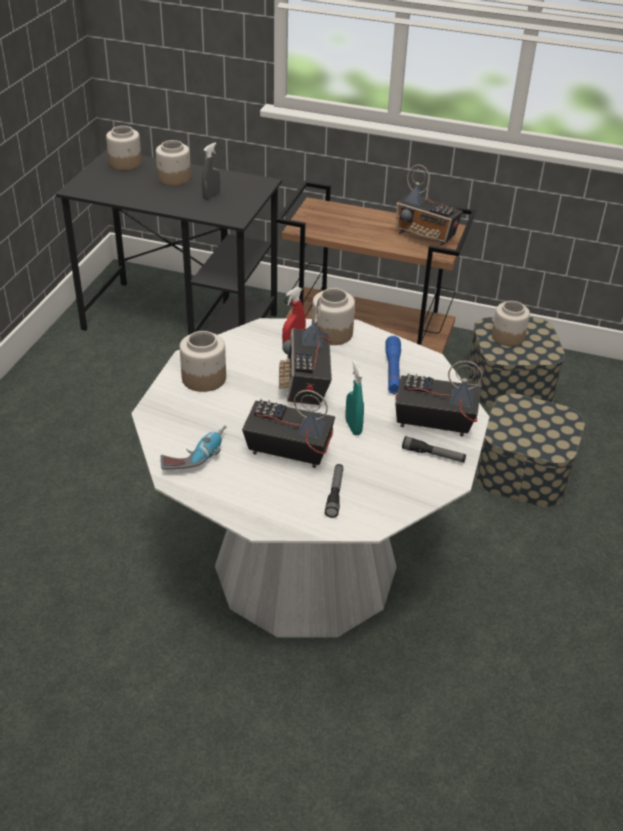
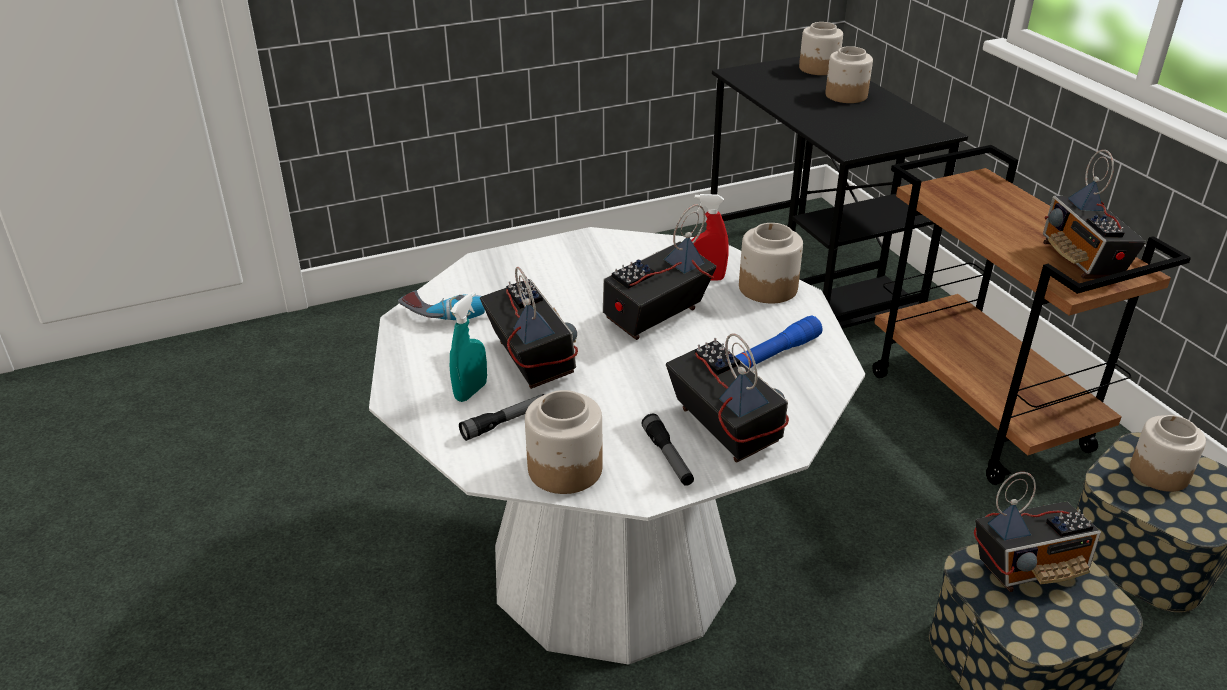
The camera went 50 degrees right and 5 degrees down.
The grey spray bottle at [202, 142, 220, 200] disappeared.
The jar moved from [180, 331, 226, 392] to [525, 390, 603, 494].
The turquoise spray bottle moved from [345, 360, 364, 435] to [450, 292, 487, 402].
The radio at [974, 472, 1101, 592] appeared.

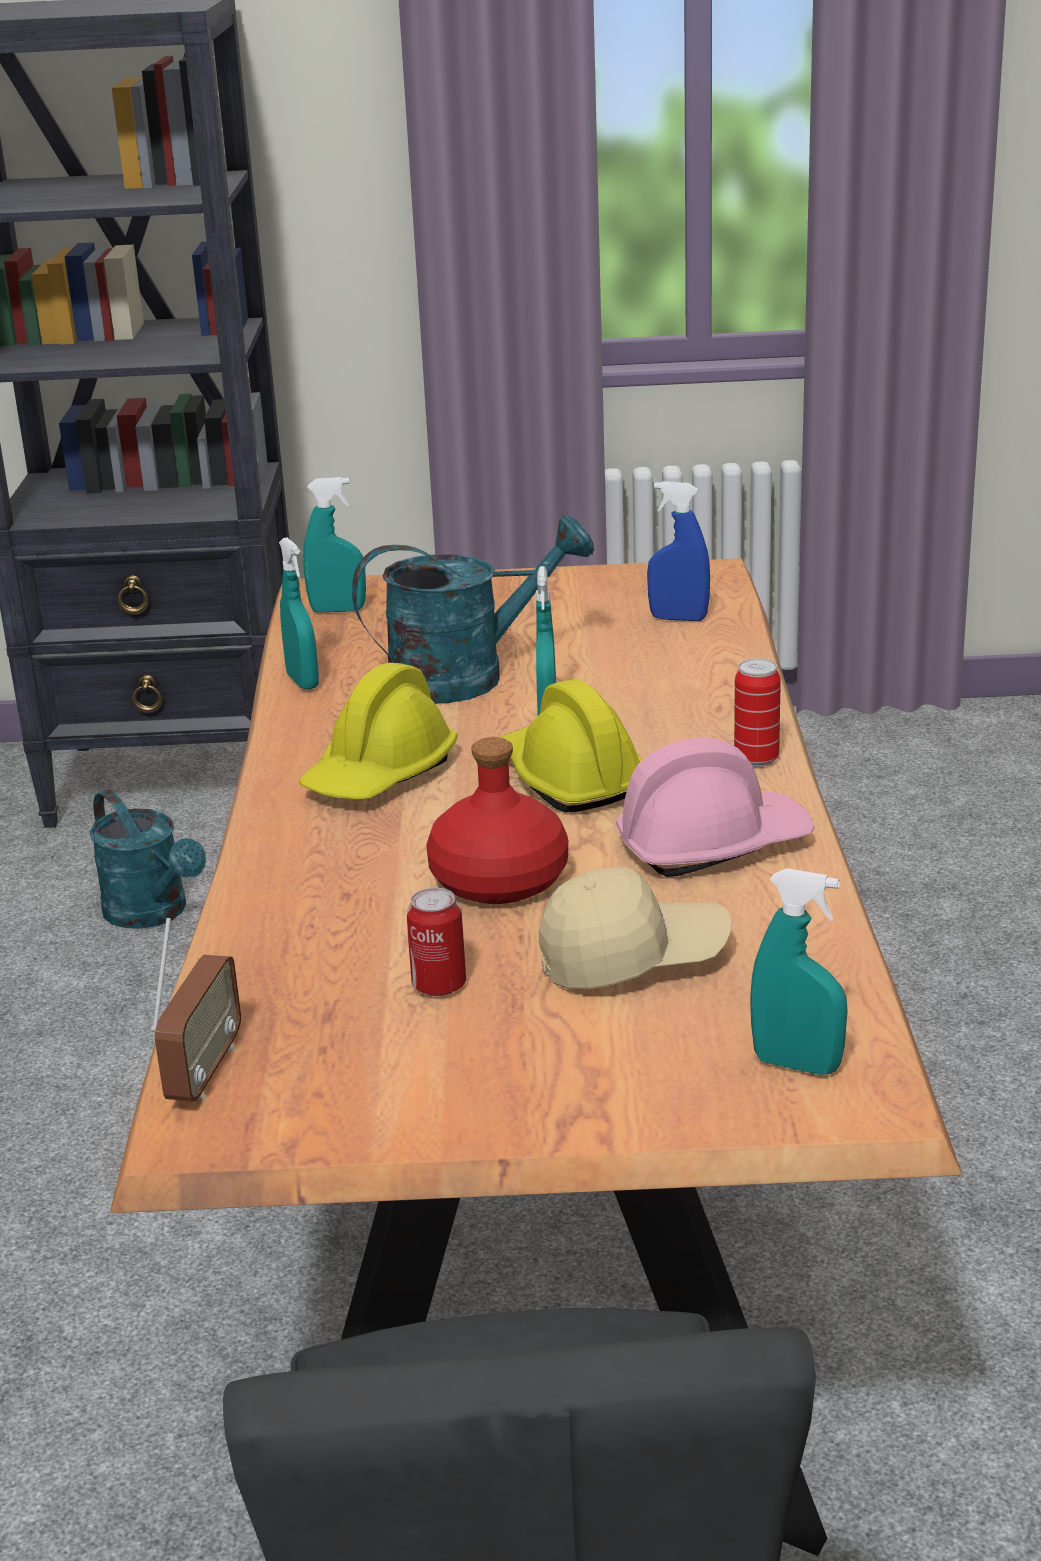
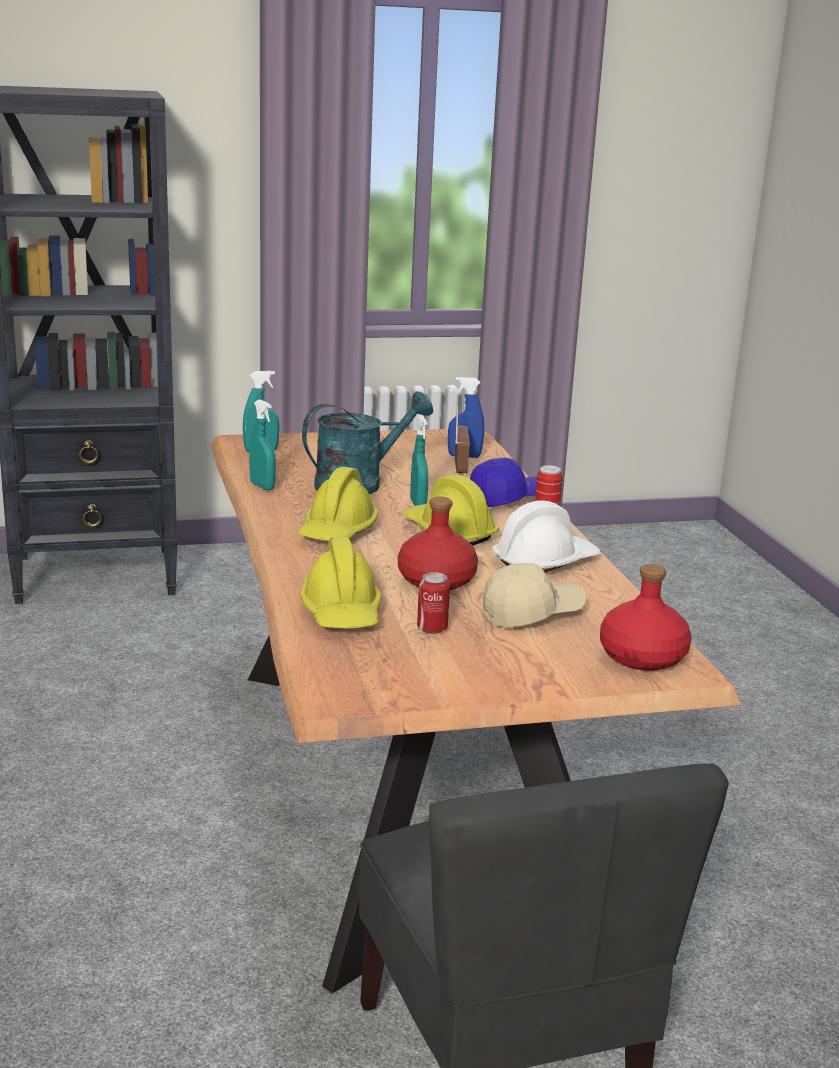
The camera went 15 degrees left and 5 degrees down.
The pink hard hat at [616, 737, 815, 877] became the white hard hat at [492, 500, 600, 573].
The turquoise watering can at [90, 790, 206, 929] disappeared.
The turquoise spray bottle at [750, 868, 848, 1075] was replaced by the red bottle at [600, 564, 692, 671].
The radio moved from [151, 918, 241, 1101] to [454, 403, 469, 476].
The blue cap at [470, 458, 537, 507] appeared.
The yellow hard hat at [300, 537, 381, 629] appeared.

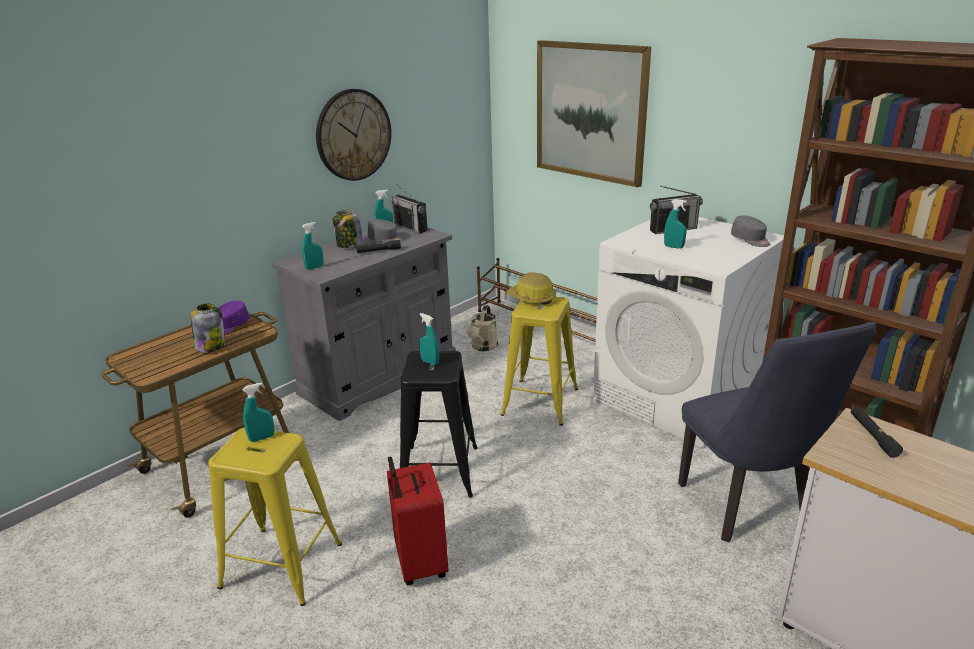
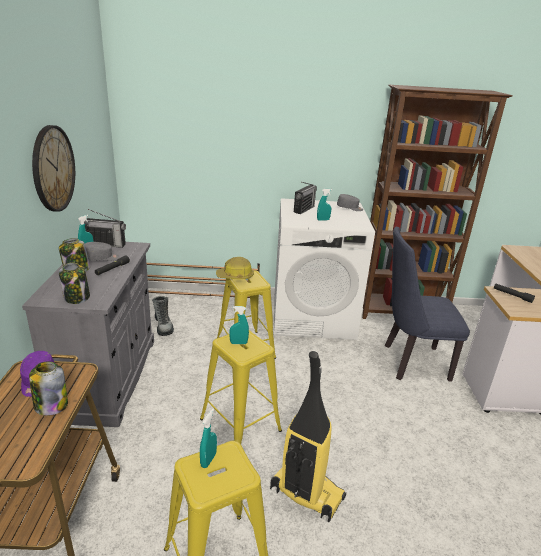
The camera went 45 degrees left and 0 degrees up.
The picture at [537, 40, 651, 187] disappeared.
The turquoise spray bottle at [302, 222, 324, 270] was replaced by the jar at [59, 262, 90, 304].
The beige watering can at [467, 305, 498, 351] was replaced by the boot at [152, 296, 174, 336].
The blue chair at [678, 322, 876, 542] turned 150 degrees clockwise.
The black stool at [400, 351, 478, 498] became the yellow stool at [200, 330, 282, 444].
The red suitcase at [387, 456, 449, 585] was replaced by the vacuum cleaner at [270, 351, 346, 522].

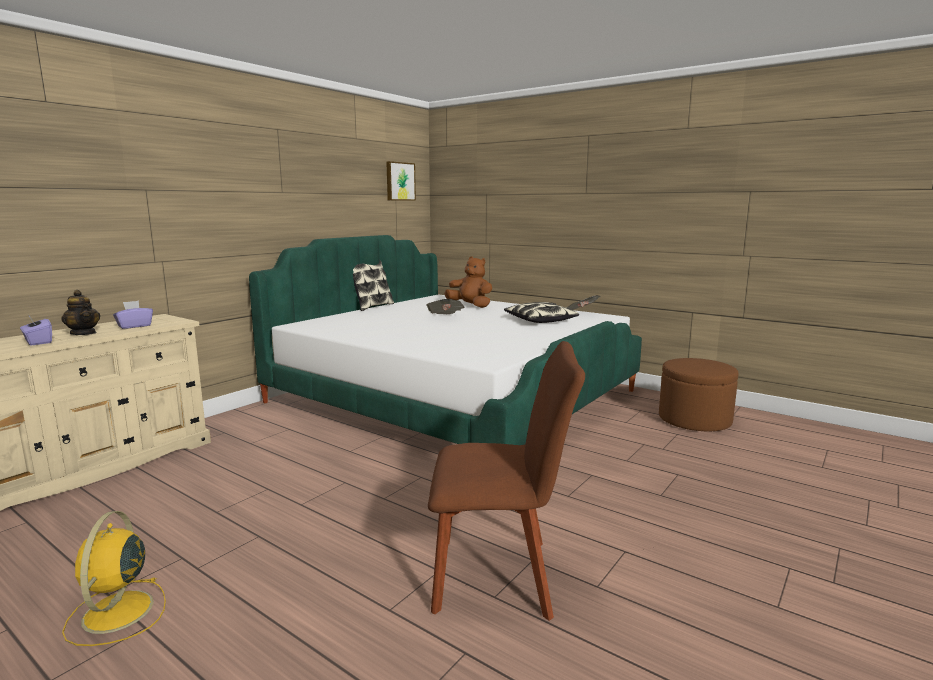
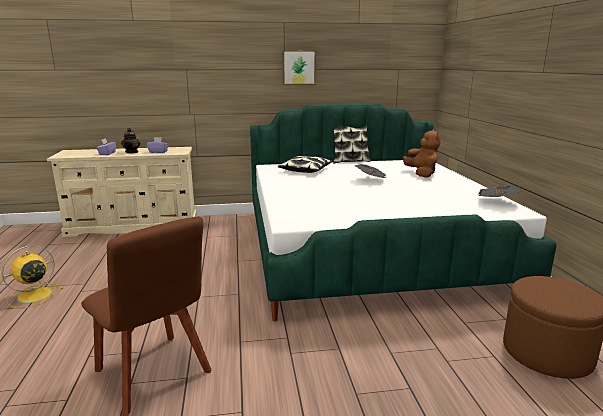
The camera went 45 degrees right and 5 degrees up.
The picture moved from [386, 161, 416, 201] to [282, 50, 316, 85].
The pillow moved from [504, 302, 579, 323] to [278, 156, 332, 173].

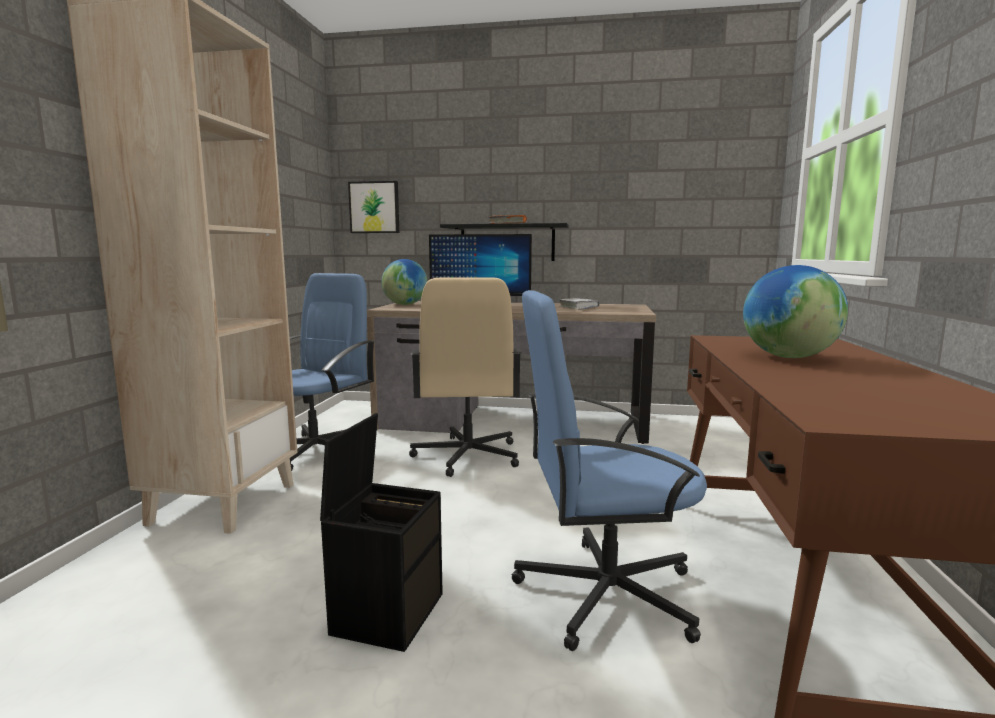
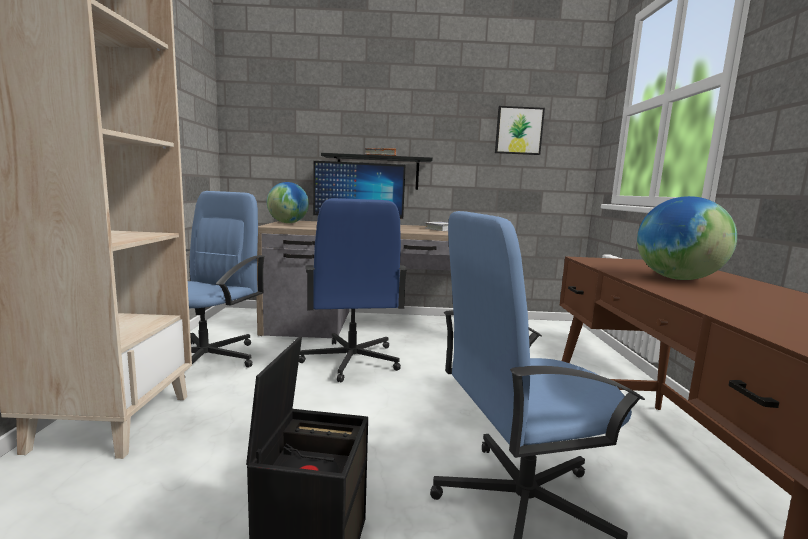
The camera went 10 degrees left and 0 degrees up.
The picture moved from [348, 181, 399, 233] to [495, 106, 545, 155].
The beige office chair at [409, 277, 522, 477] became the blue office chair at [299, 198, 408, 382].

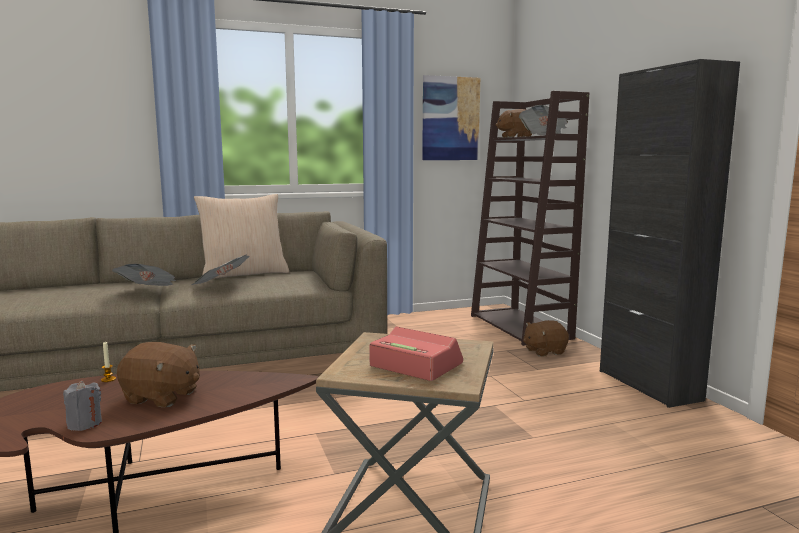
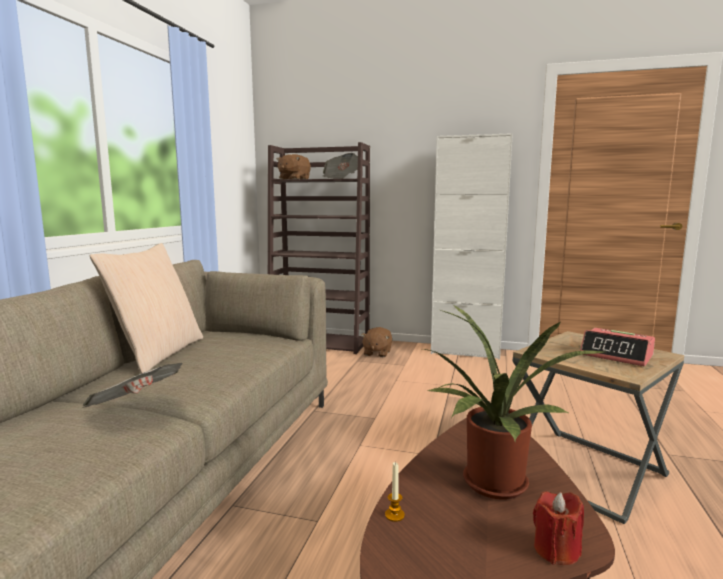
The camera went 55 degrees left and 0 degrees up.
The black cabinet at [600, 59, 740, 408] became the white cabinet at [431, 133, 513, 360].
The picture at [422, 75, 480, 160] disappeared.
The newspaper at [191, 254, 250, 285] disappeared.
The alarm clock at [369, 326, 463, 381] turned 120 degrees counterclockwise.
The brown plush toy at [117, 342, 200, 407] was replaced by the potted plant at [422, 304, 604, 500].
The grey candle at [63, 380, 102, 431] became the red candle at [533, 492, 584, 565].

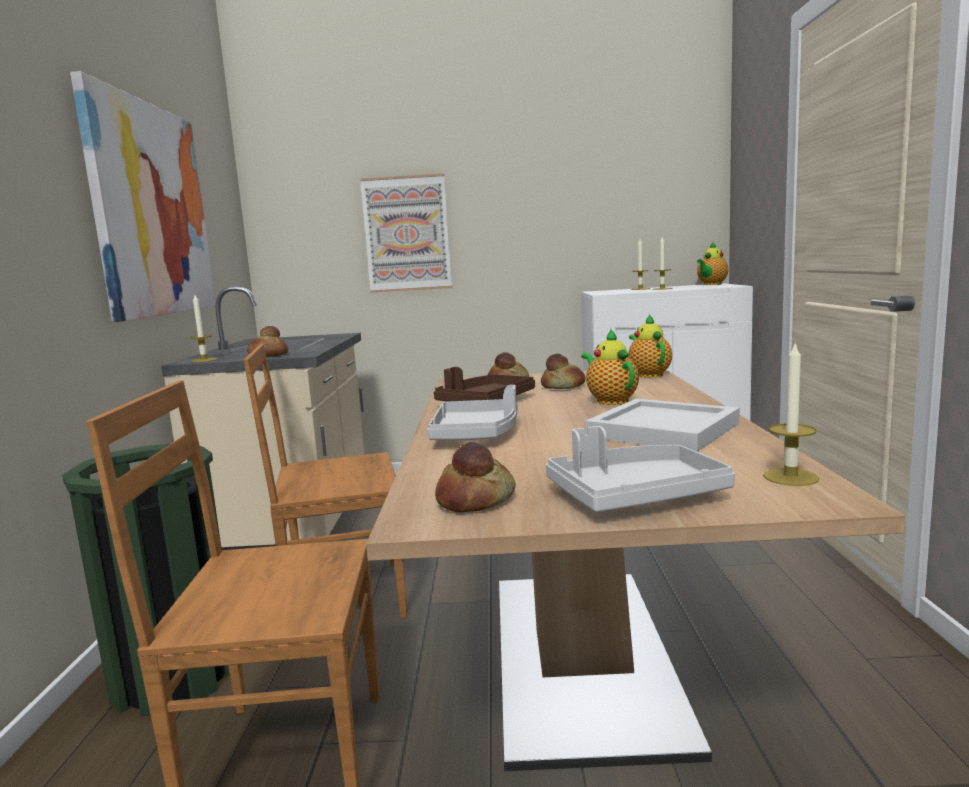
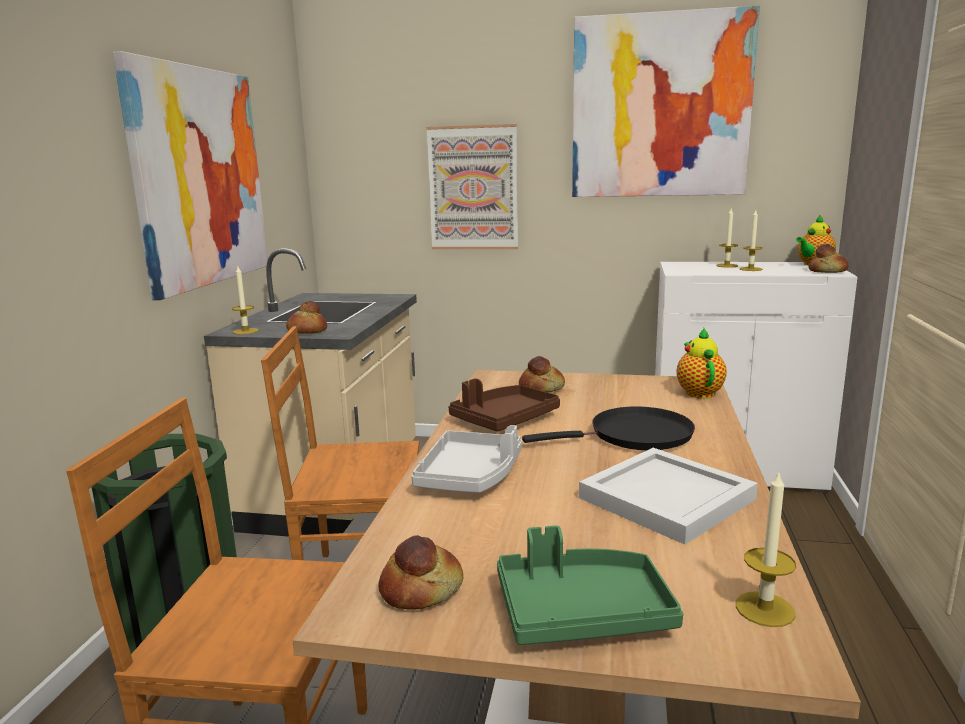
The camera went 10 degrees right and 5 degrees up.
The teapot at [581, 328, 639, 405] was replaced by the black frying pan at [522, 407, 695, 450].
The bread moved from [541, 354, 585, 389] to [808, 244, 849, 273].
The grey tray at [546, 426, 735, 512] became the green tray at [497, 525, 683, 645].
The picture at [572, 5, 760, 197] appeared.

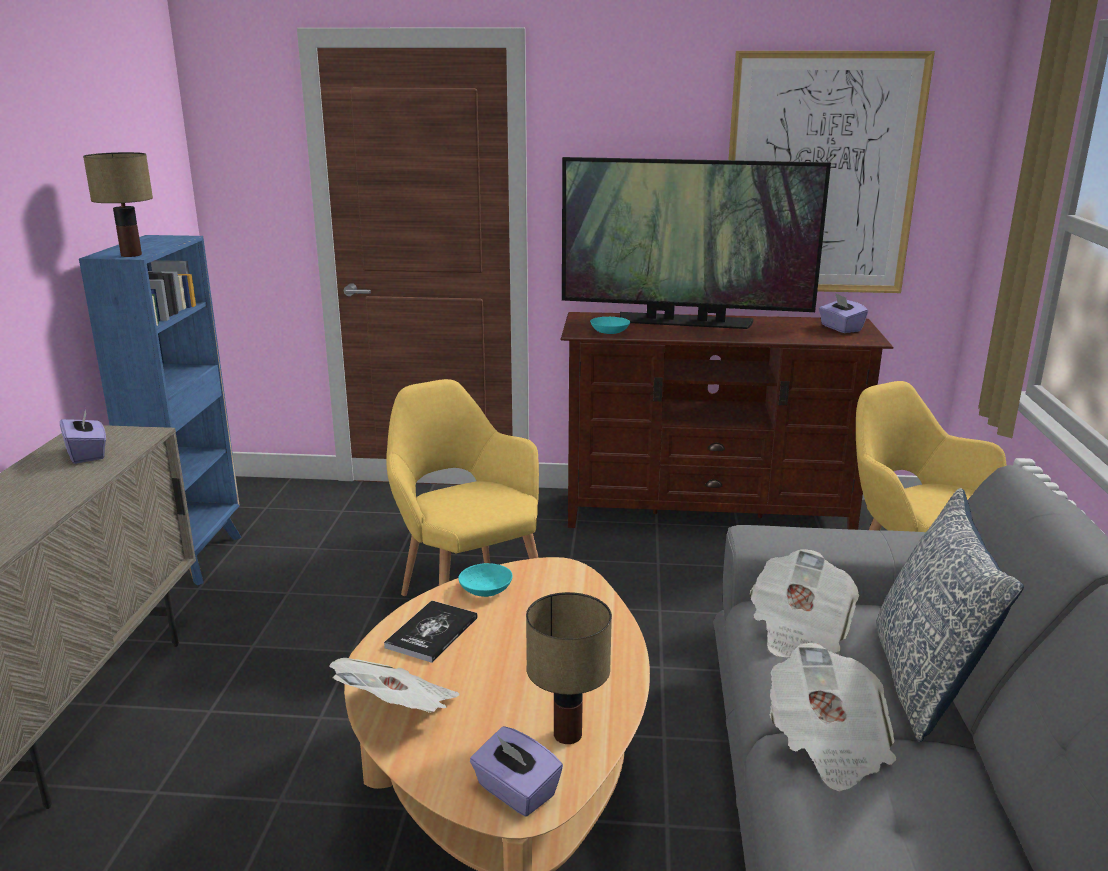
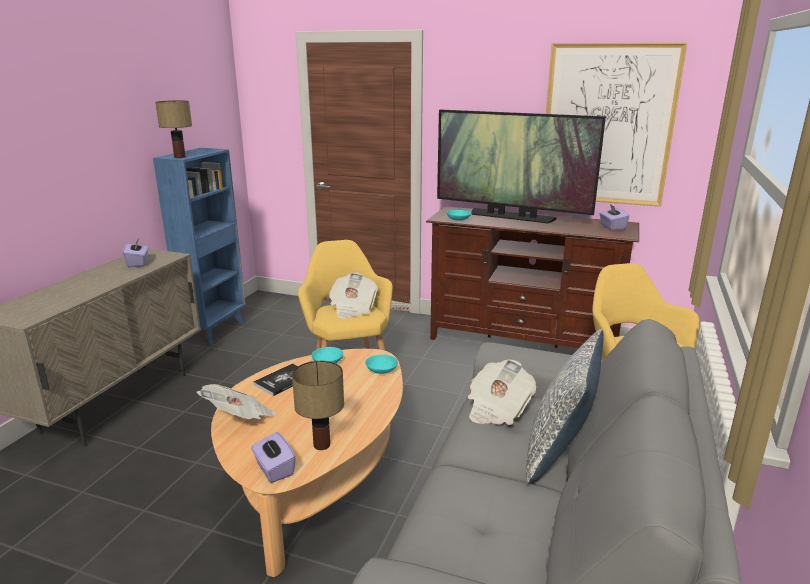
The camera went 15 degrees right and 0 degrees up.
The newspaper moved from [770, 643, 896, 792] to [329, 272, 378, 319].
The turquoise bowl at [365, 355, 398, 374] appeared.

